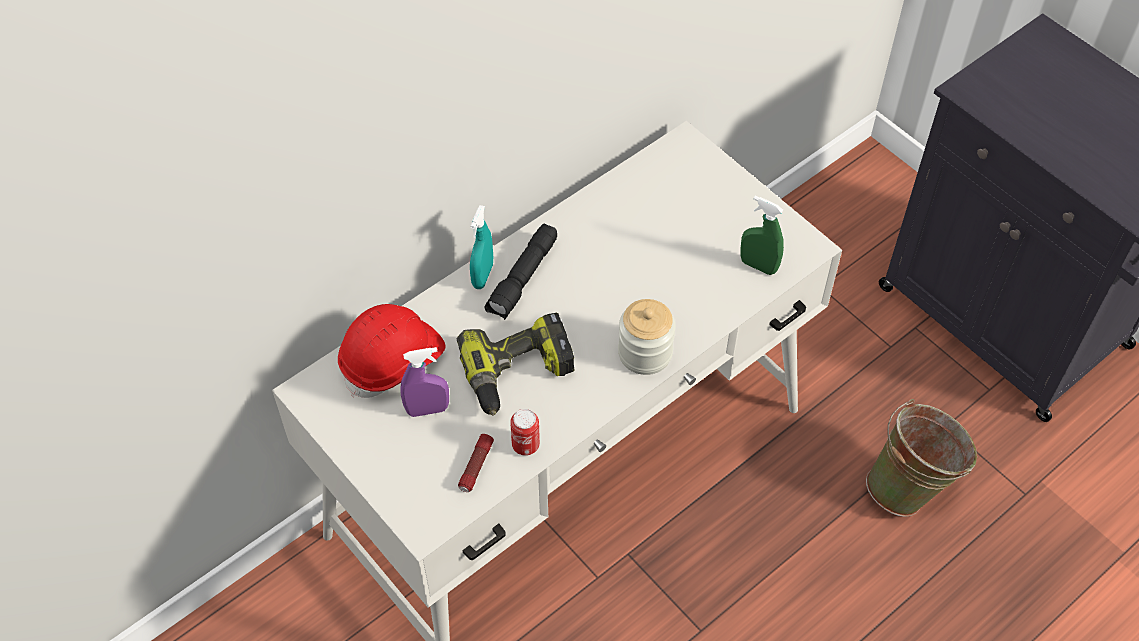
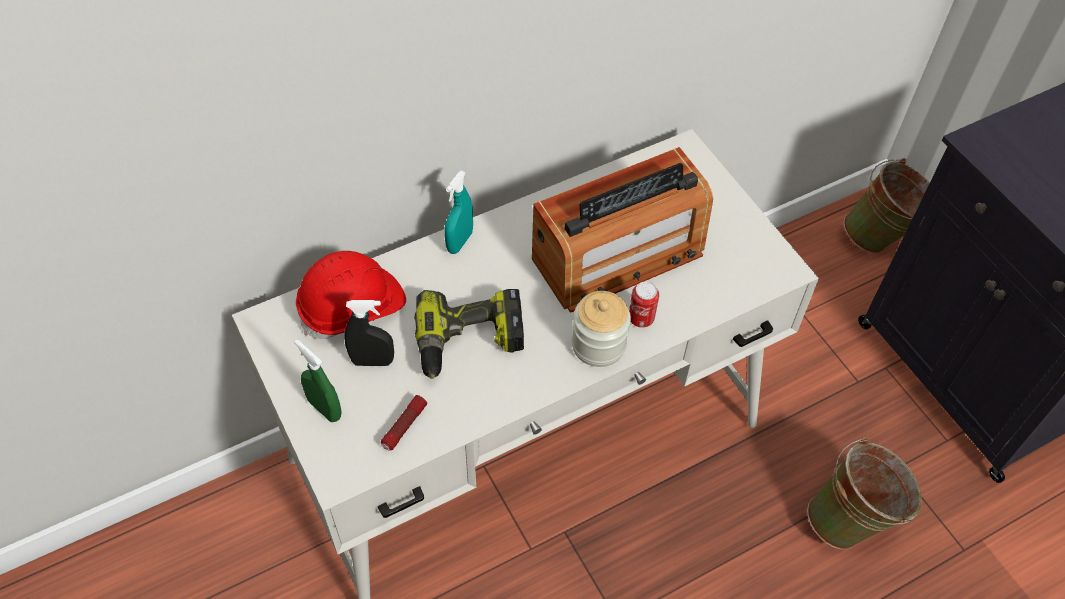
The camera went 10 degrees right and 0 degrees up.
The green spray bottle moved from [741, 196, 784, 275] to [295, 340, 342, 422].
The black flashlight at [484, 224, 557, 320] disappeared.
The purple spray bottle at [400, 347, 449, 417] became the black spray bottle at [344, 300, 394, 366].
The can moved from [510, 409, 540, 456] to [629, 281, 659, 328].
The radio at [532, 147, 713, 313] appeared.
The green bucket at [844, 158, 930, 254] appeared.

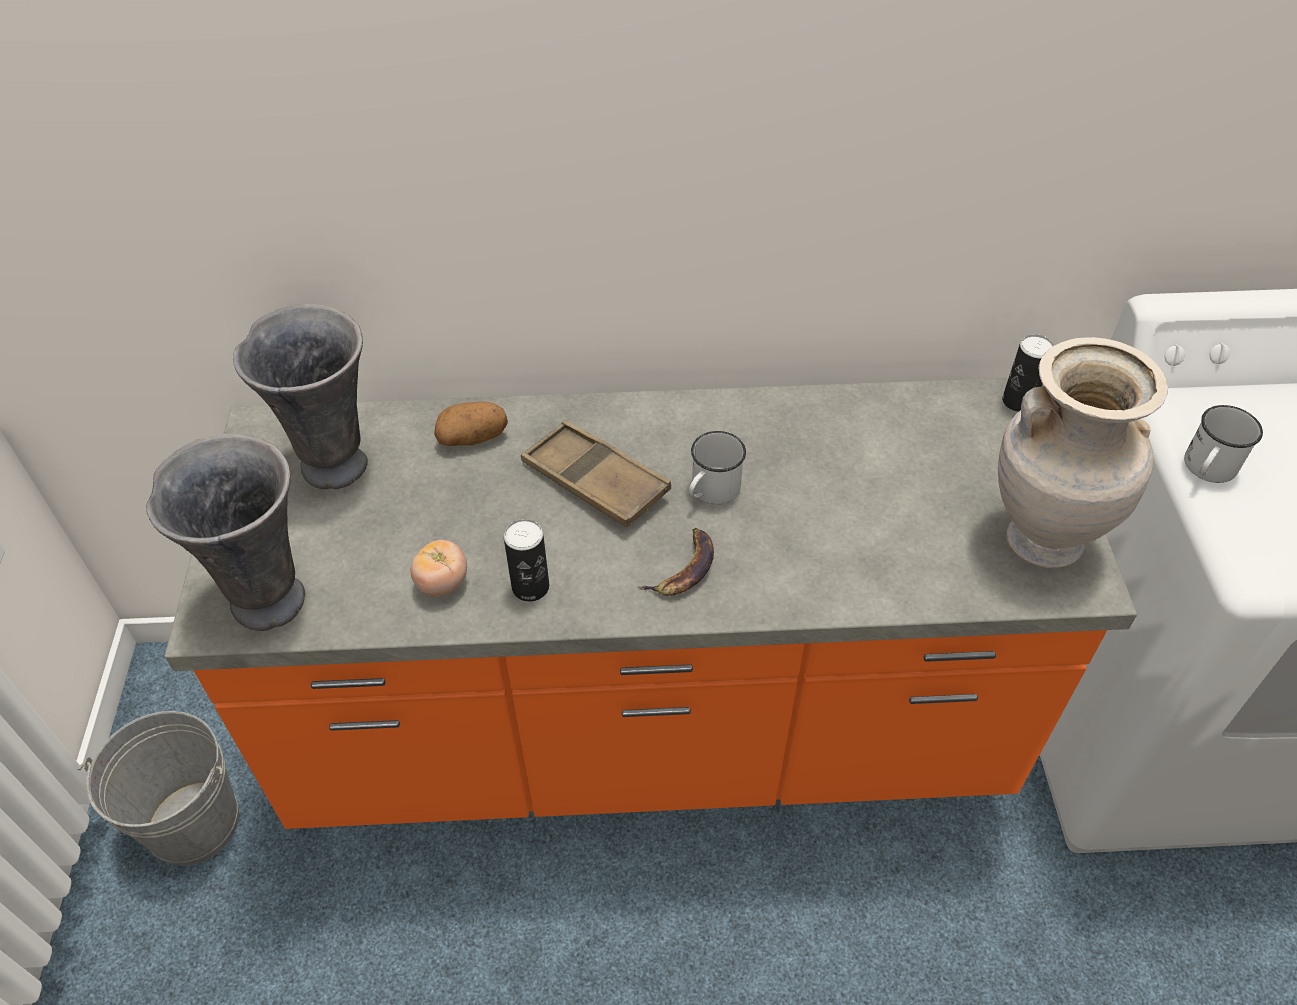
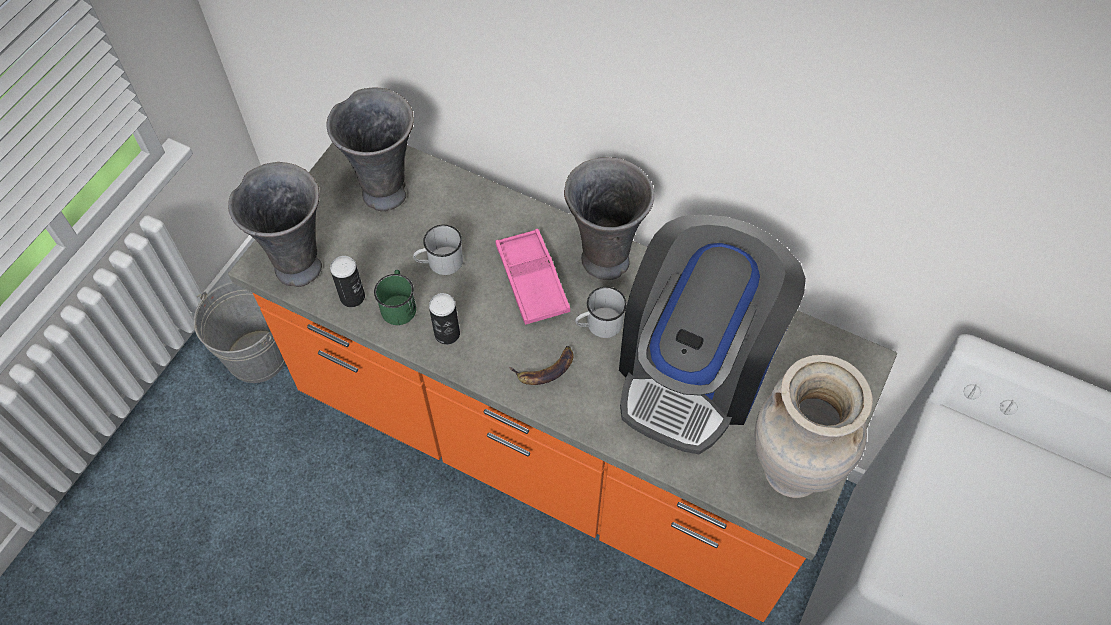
The camera went 30 degrees right and 10 degrees up.
The can moved from [1002, 334, 1054, 412] to [330, 256, 365, 307].
The potato at [434, 402, 508, 446] disappeared.
The white mug moved from [1184, 405, 1263, 483] to [413, 225, 463, 275].
The brown tray at [521, 420, 671, 527] became the pink tray at [495, 229, 570, 325].
The tomato at [411, 540, 467, 596] was replaced by the green mug at [374, 270, 416, 325].
The grey vase at [564, 157, 654, 280] appeared.
The coffee machine at [619, 215, 806, 454] appeared.

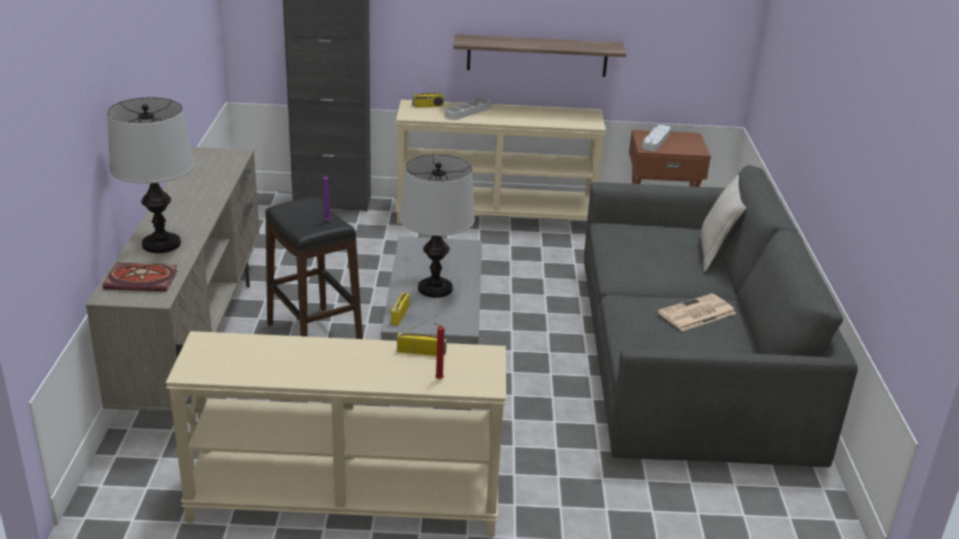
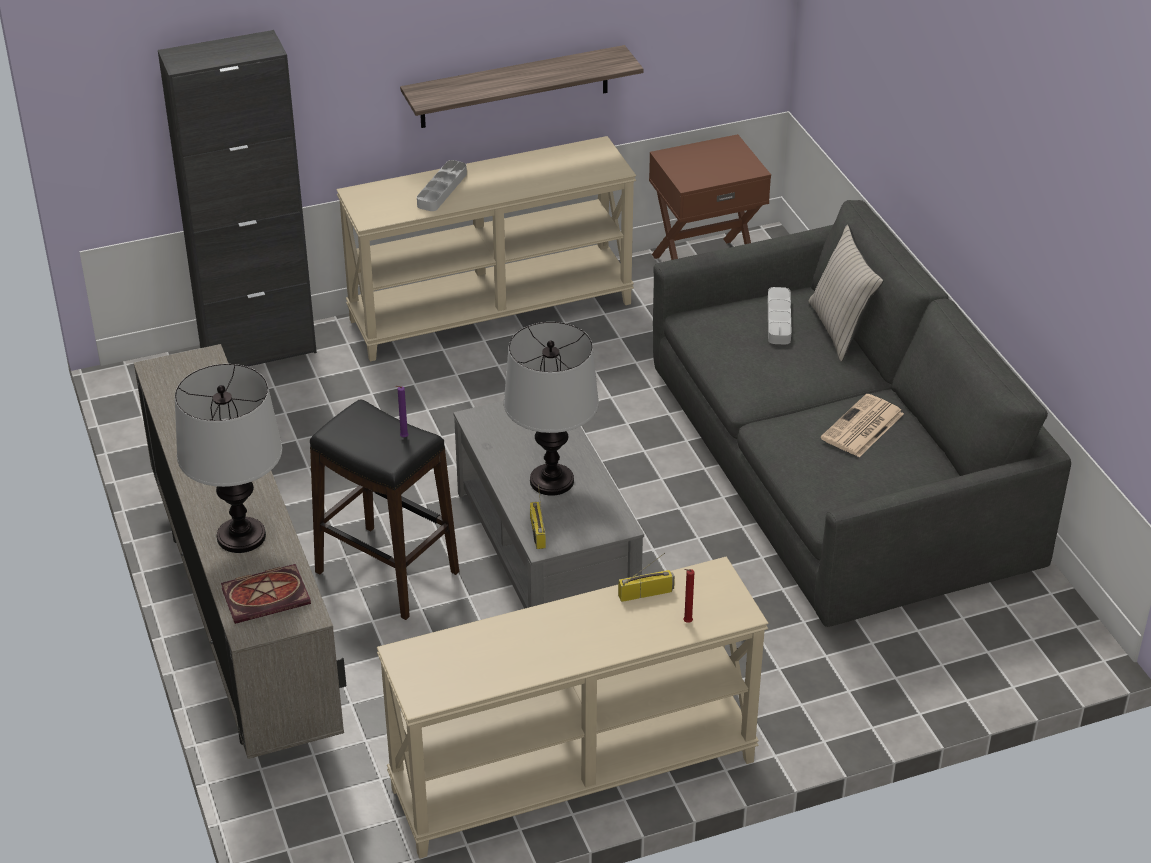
The camera went 20 degrees left and 10 degrees up.
The radio at [412, 77, 444, 107] disappeared.
The grey tray moved from [642, 124, 671, 151] to [768, 287, 792, 345].

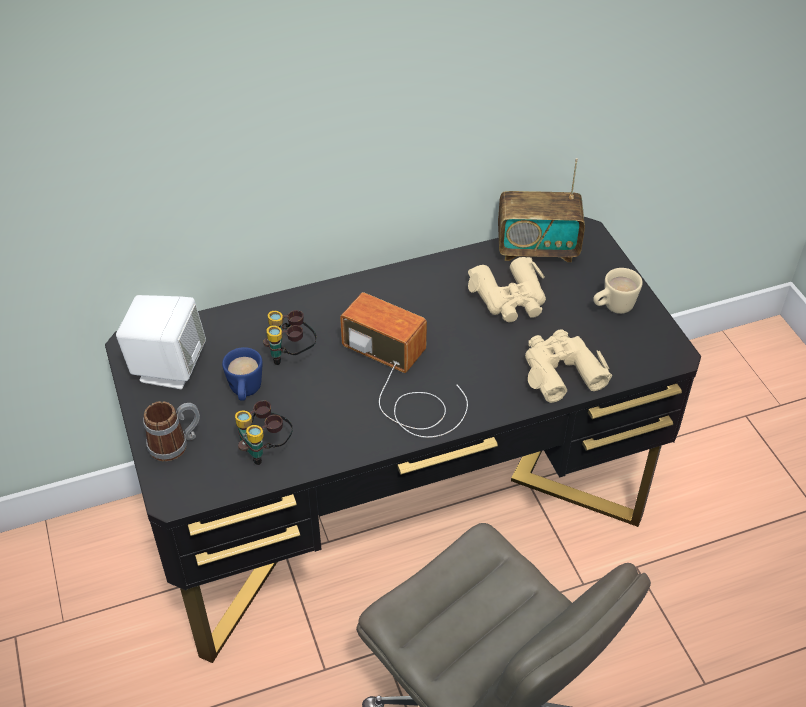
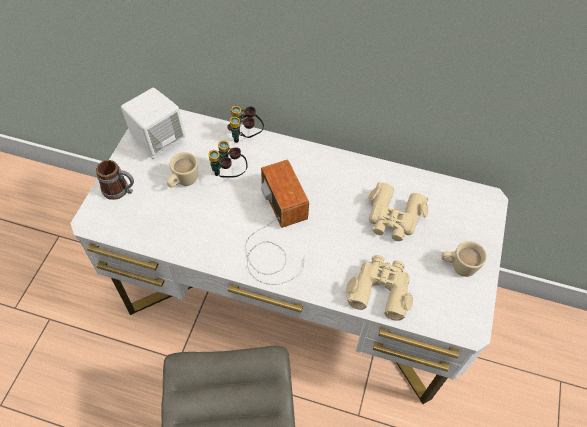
The camera went 35 degrees right and 10 degrees up.
The radio at [498, 158, 585, 262] disappeared.
The black desk at [105, 217, 701, 663] became the white desk at [70, 109, 508, 404].
The blue mug at [222, 347, 263, 401] became the beige mug at [167, 152, 198, 188].
The binoculars moved from [235, 400, 293, 465] to [227, 106, 264, 143].

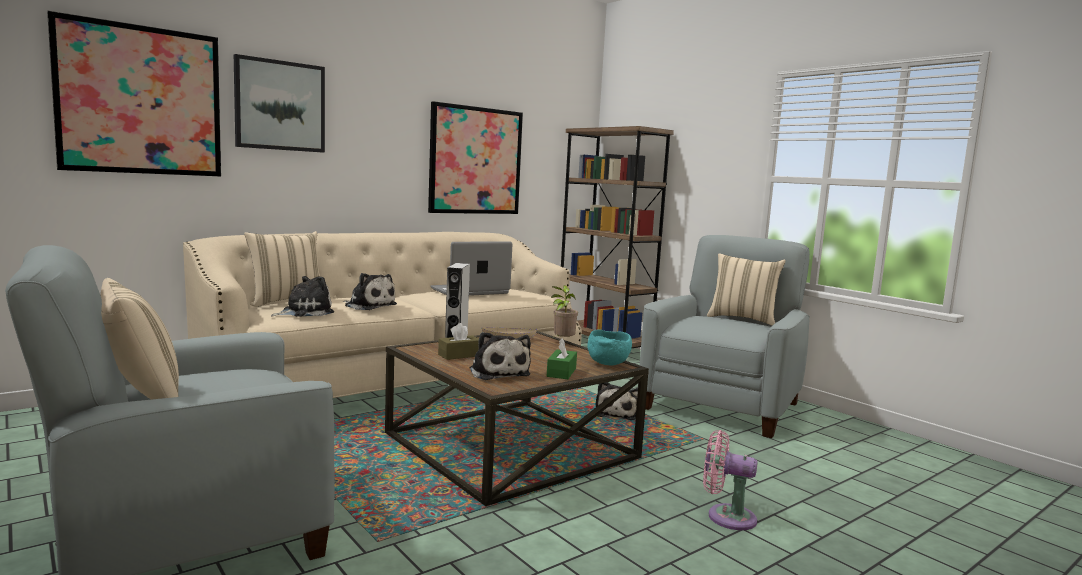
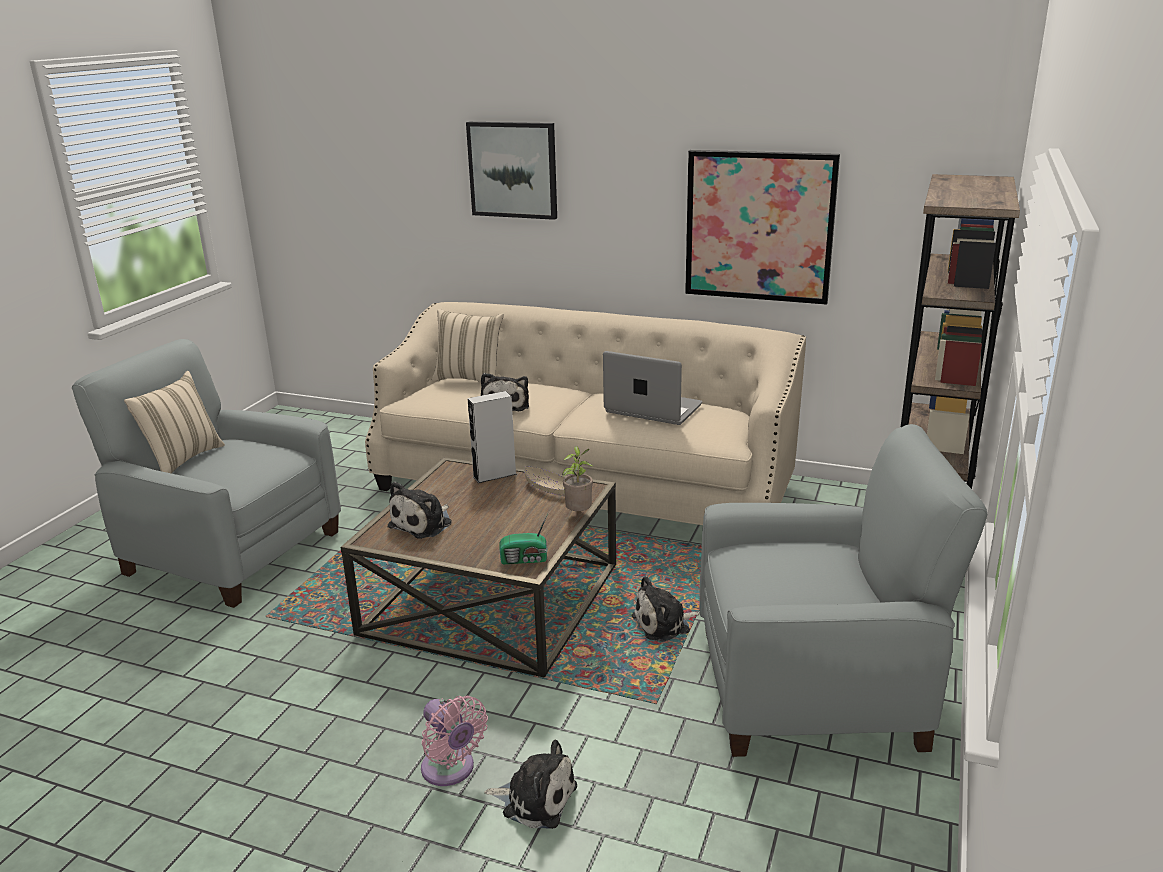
The camera went 60 degrees right and 15 degrees up.
The picture at [47, 11, 221, 176] disappeared.
The beige pillow at [707, 253, 786, 326] disappeared.
The plush toy moved from [271, 276, 334, 316] to [484, 740, 577, 829].
The brown tissue box at [438, 323, 479, 360] disappeared.
The turquoise bowl at [588, 329, 632, 365] was replaced by the radio at [500, 514, 548, 564].
The green tissue box at [547, 338, 577, 379] disappeared.
The pink fan at [703, 430, 757, 530] turned 150 degrees clockwise.

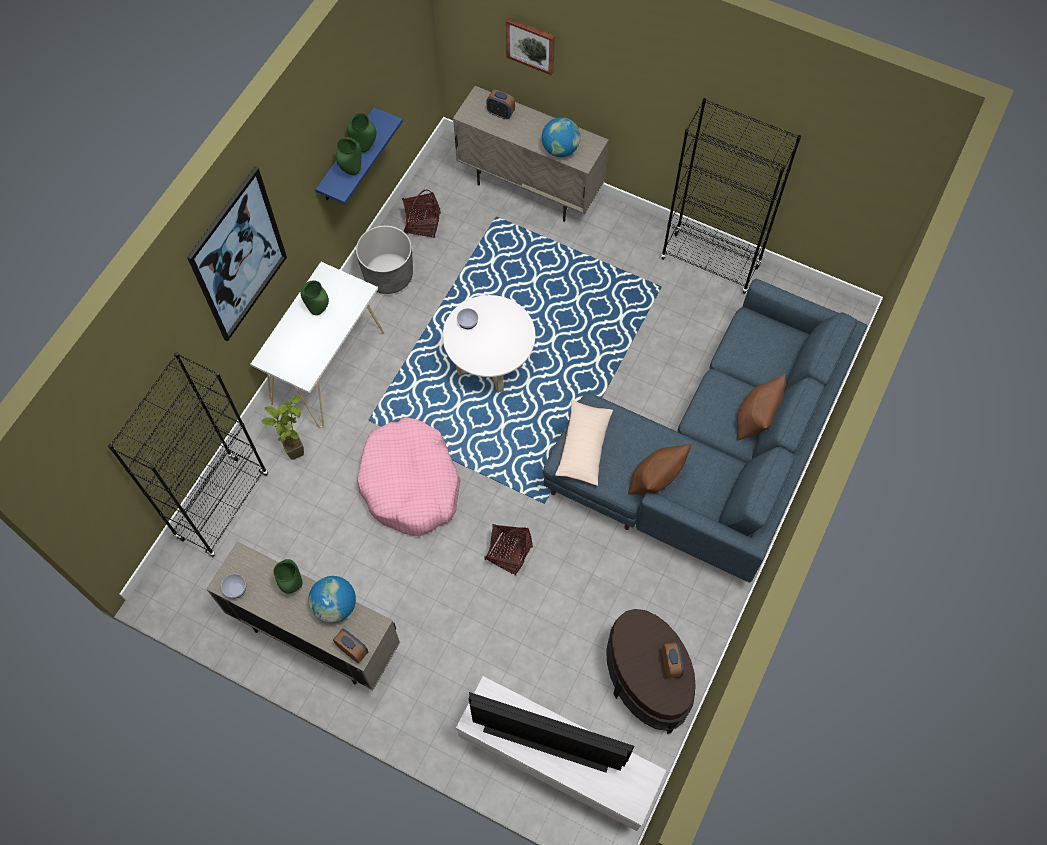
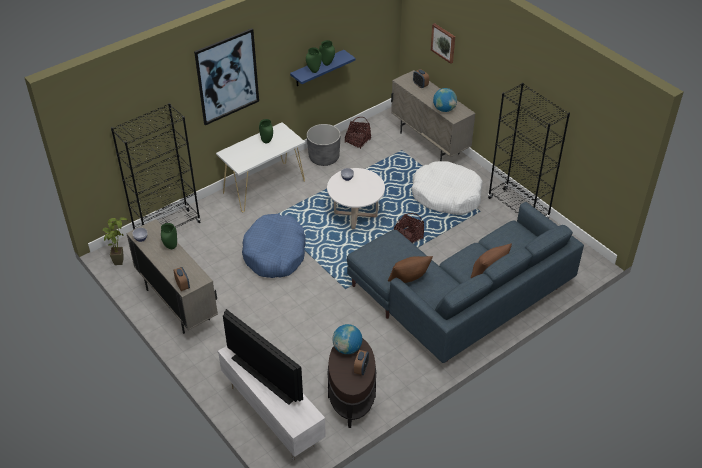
The camera went 25 degrees right and 20 degrees down.
The potted plant moved from [261, 396, 304, 460] to [103, 217, 127, 265].
The beige pillow at [555, 400, 613, 486] disappeared.
The pink dog bed at [357, 417, 461, 537] became the blue dog bed at [242, 214, 306, 278].
The basket moved from [484, 524, 533, 575] to [394, 213, 424, 243].
The globe moved from [308, 576, 356, 623] to [332, 324, 362, 354].
The white dog bed at [411, 161, 483, 215] appeared.

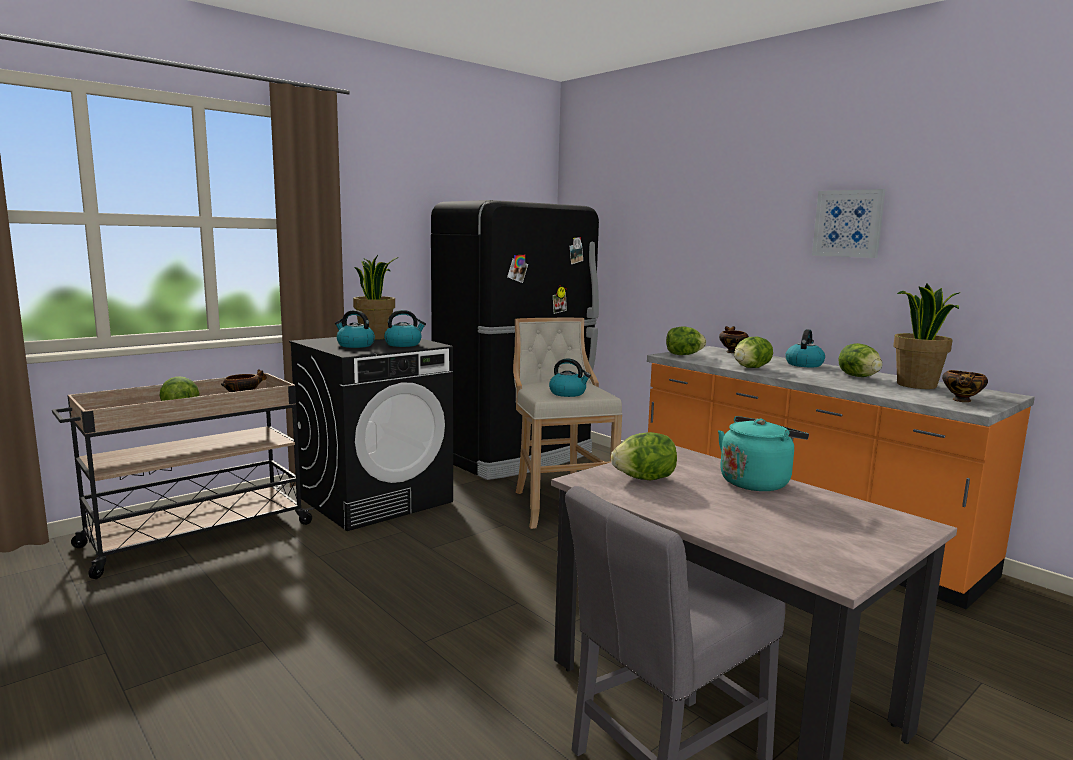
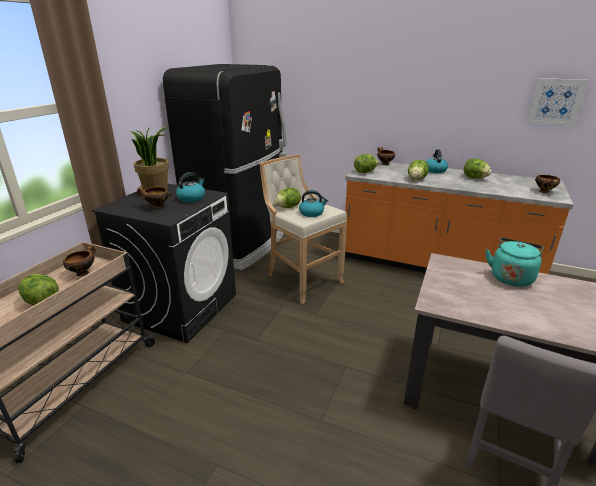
The camera went 25 degrees left and 15 degrees up.
The picture moved from [812, 189, 886, 258] to [527, 78, 589, 126].
The potted plant at [893, 284, 959, 389] disappeared.
The kettle at [335, 310, 375, 348] was replaced by the bowl at [137, 186, 171, 209].
The lettuce moved from [611, 432, 677, 480] to [274, 188, 301, 208].

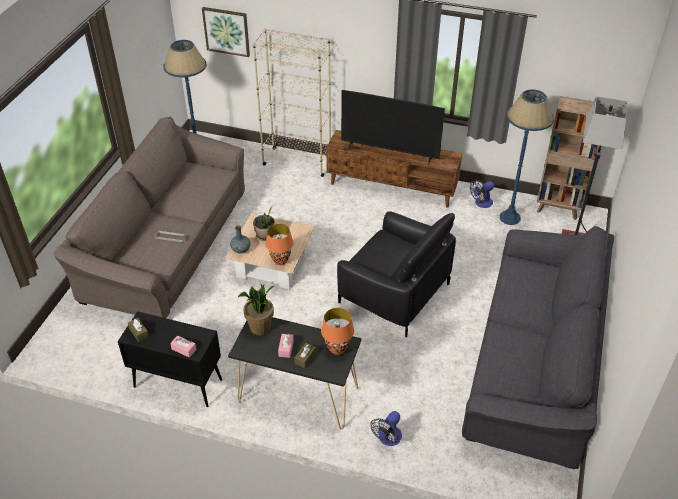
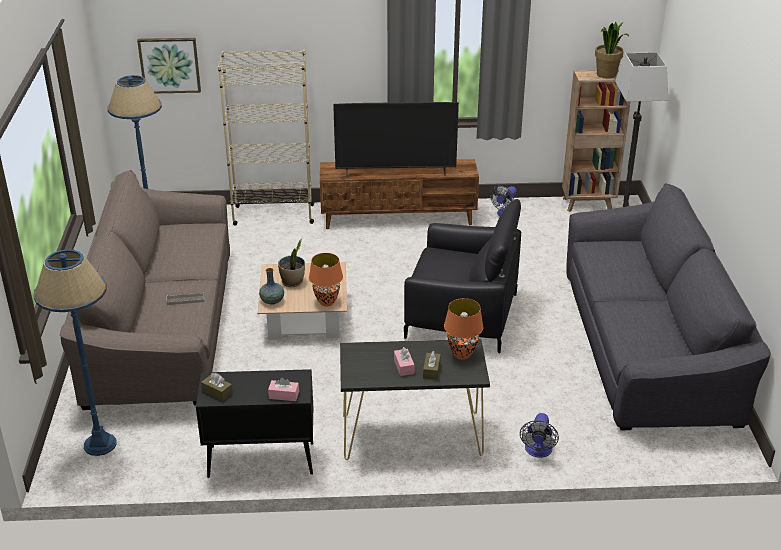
The camera went 20 degrees left and 10 degrees down.
The blue floor lamp moved from [500, 89, 554, 225] to [33, 249, 117, 456].
The potted plant moved from [238, 284, 274, 335] to [595, 21, 629, 79].

